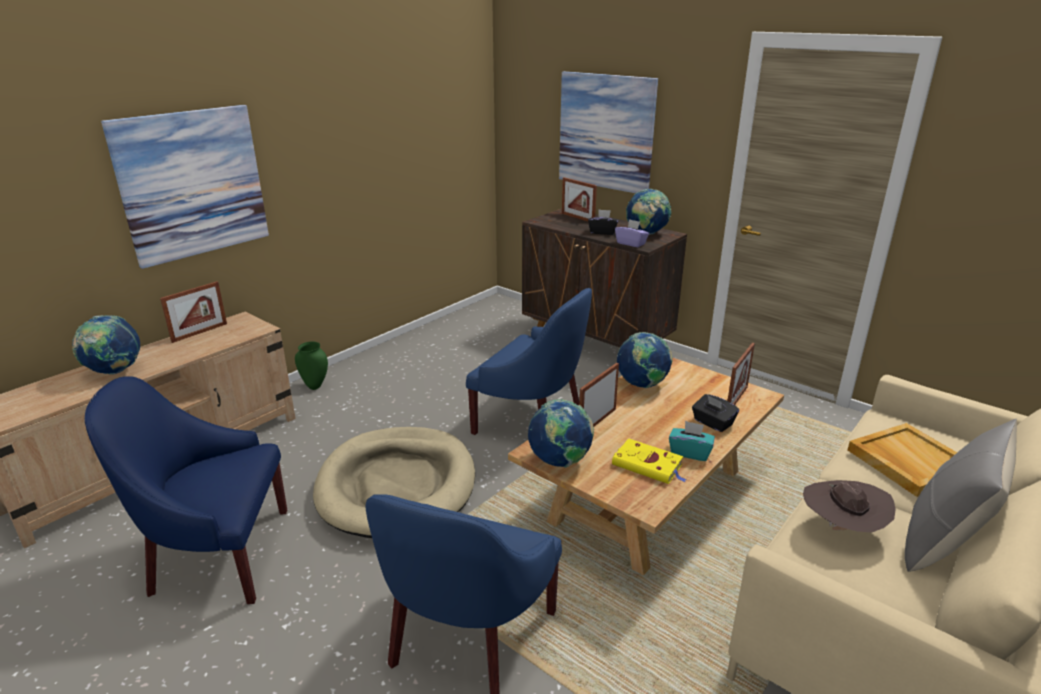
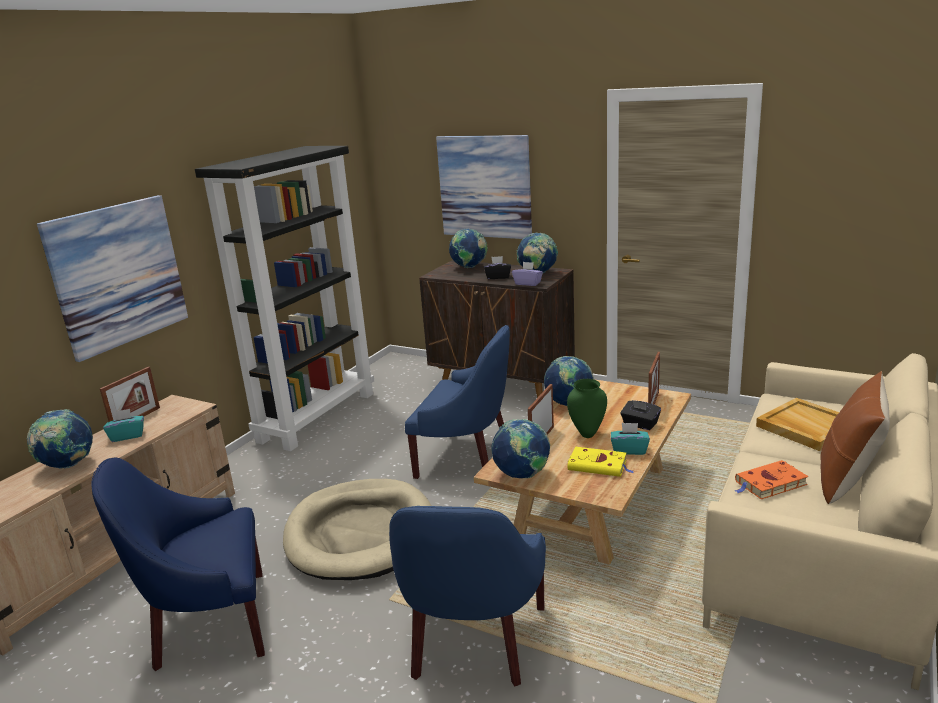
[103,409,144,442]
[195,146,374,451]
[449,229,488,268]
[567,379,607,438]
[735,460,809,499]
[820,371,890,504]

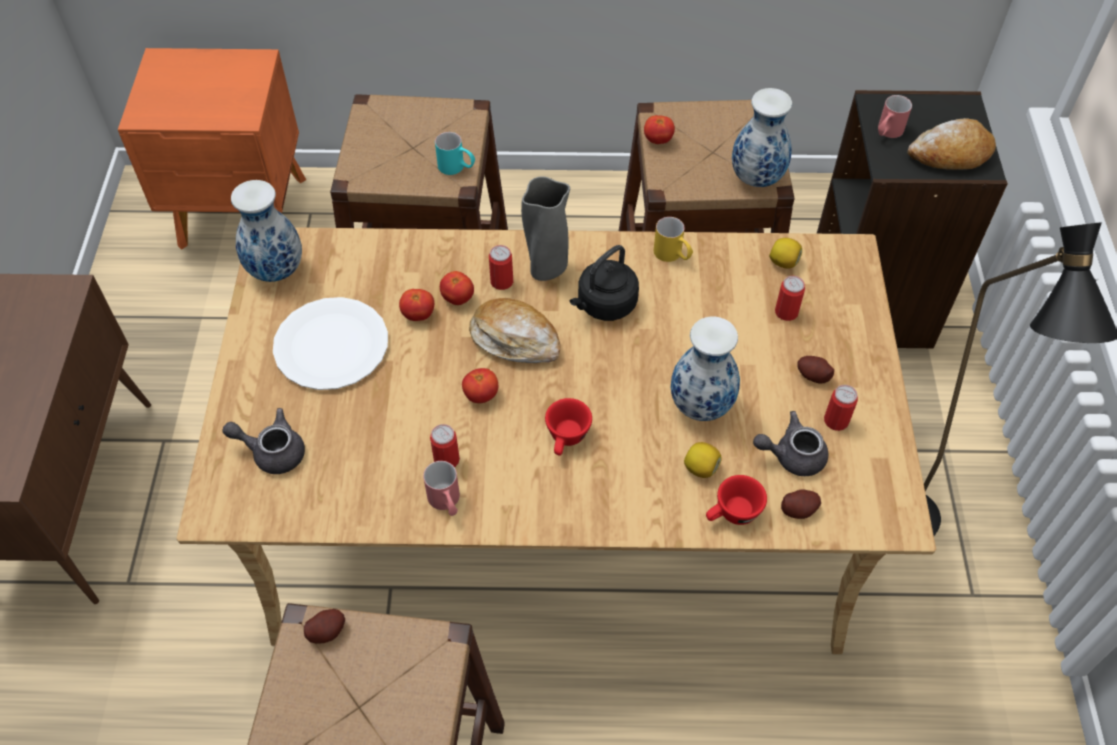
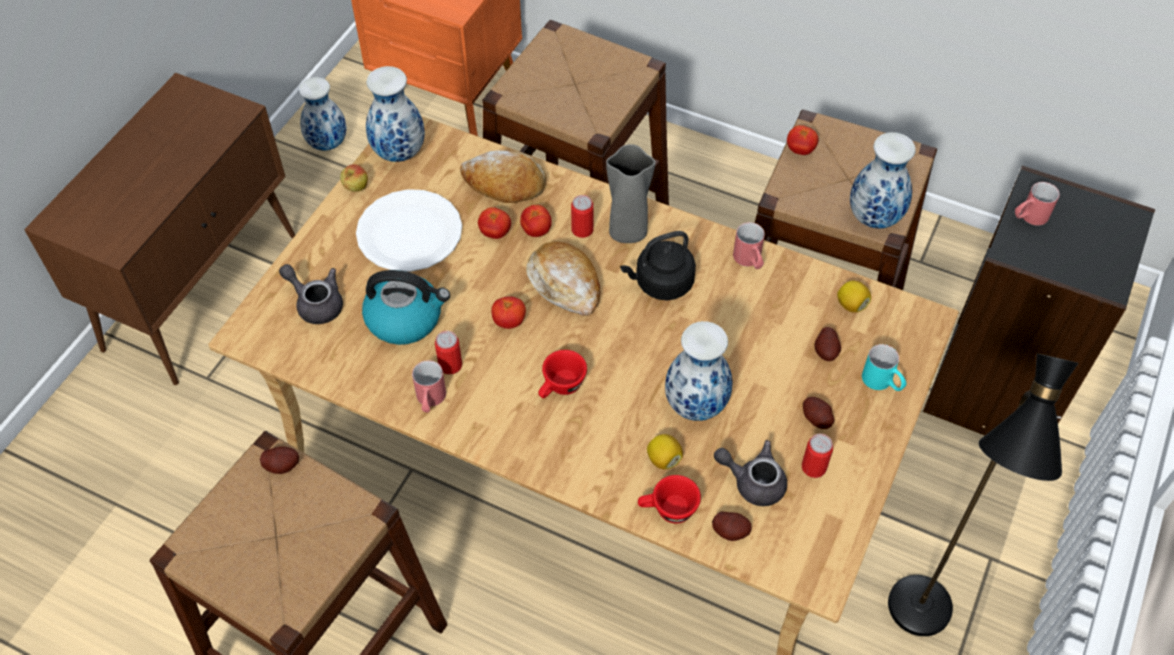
[299,77,347,151]
[340,164,368,192]
[362,270,450,345]
[460,150,546,203]
[733,222,765,269]
[814,327,841,361]
[862,344,907,391]

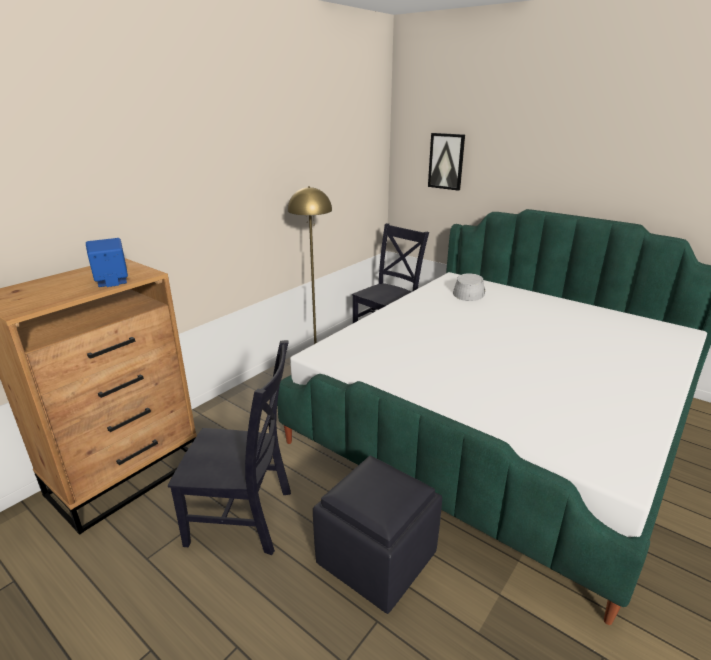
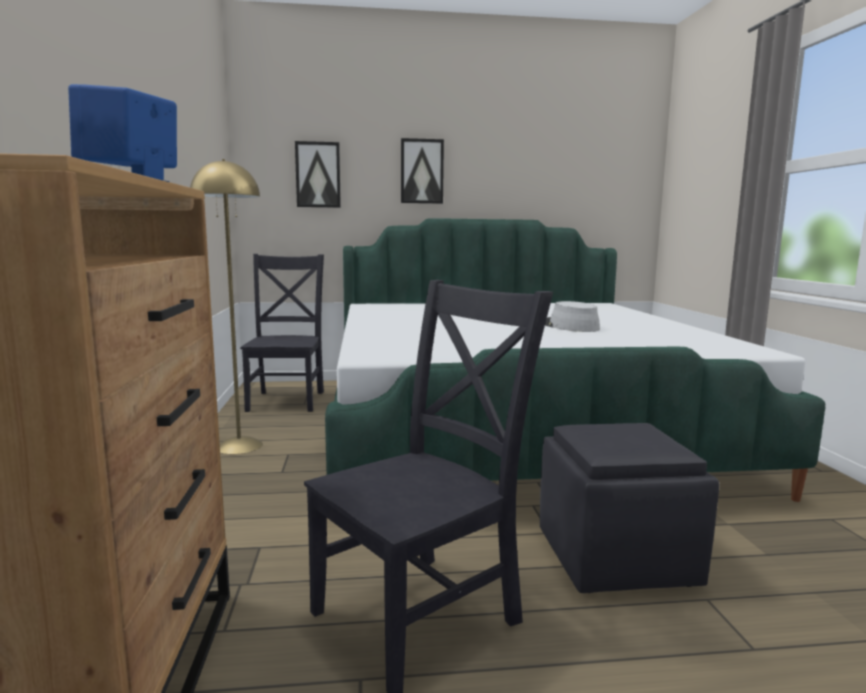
[401,138,444,204]
[545,301,600,332]

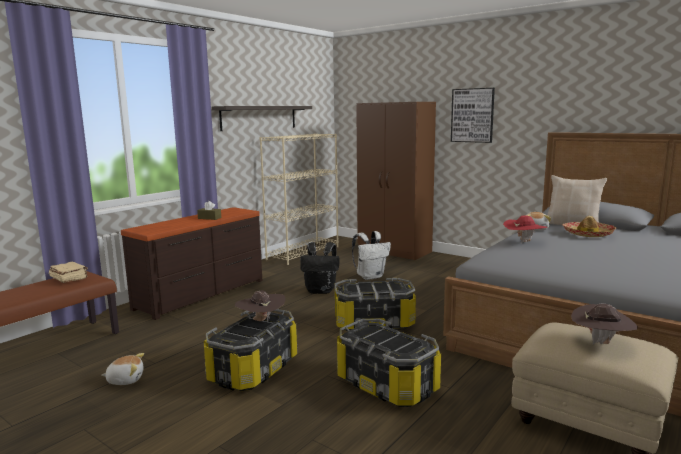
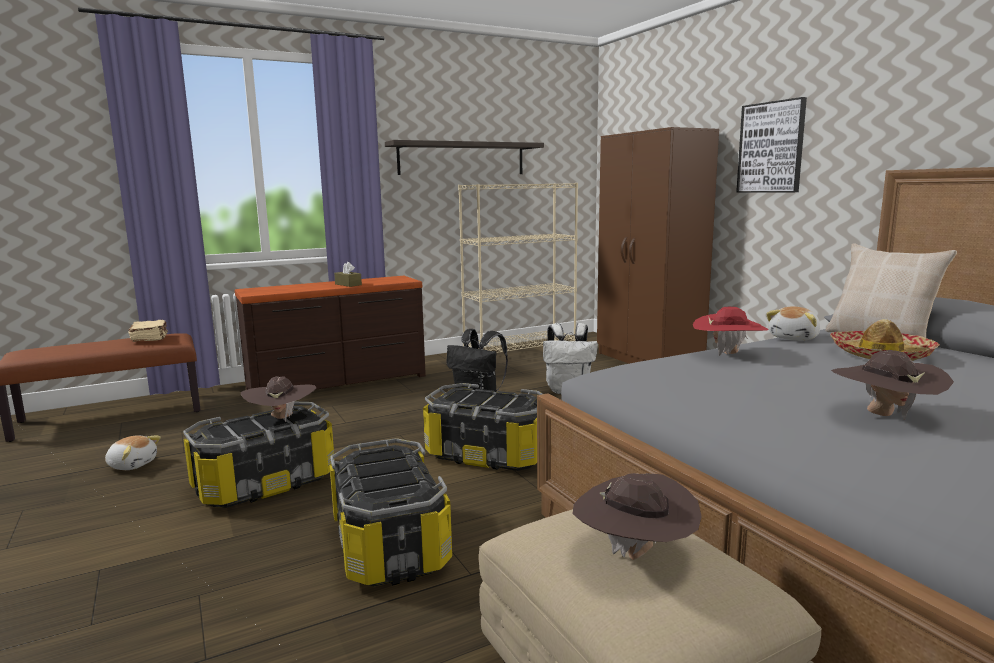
[831,350,954,420]

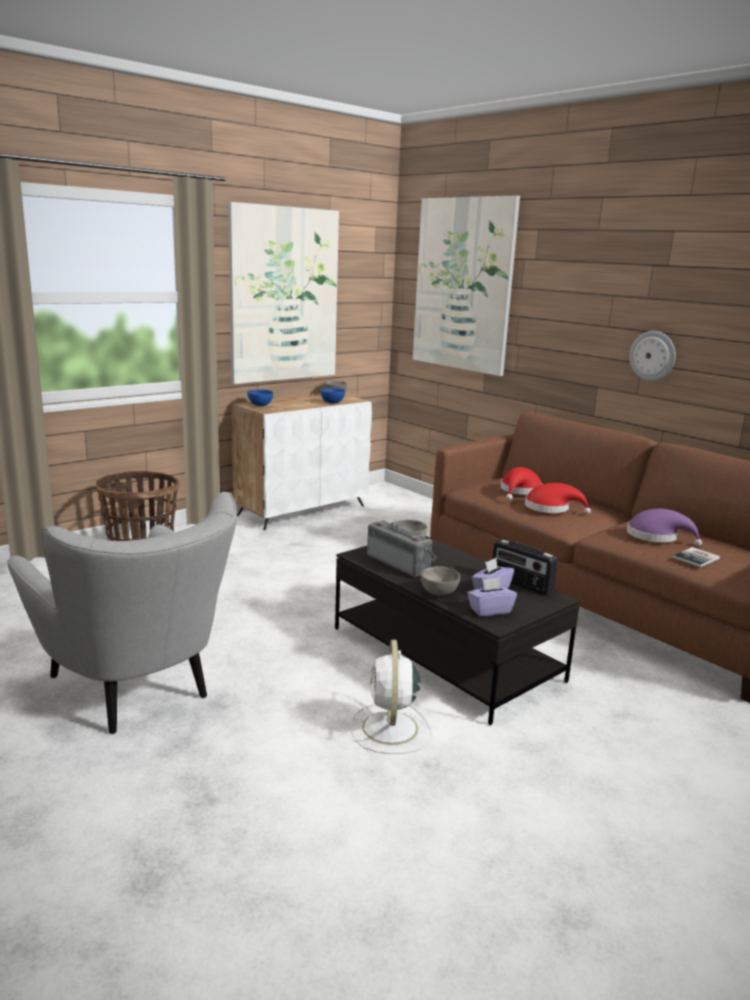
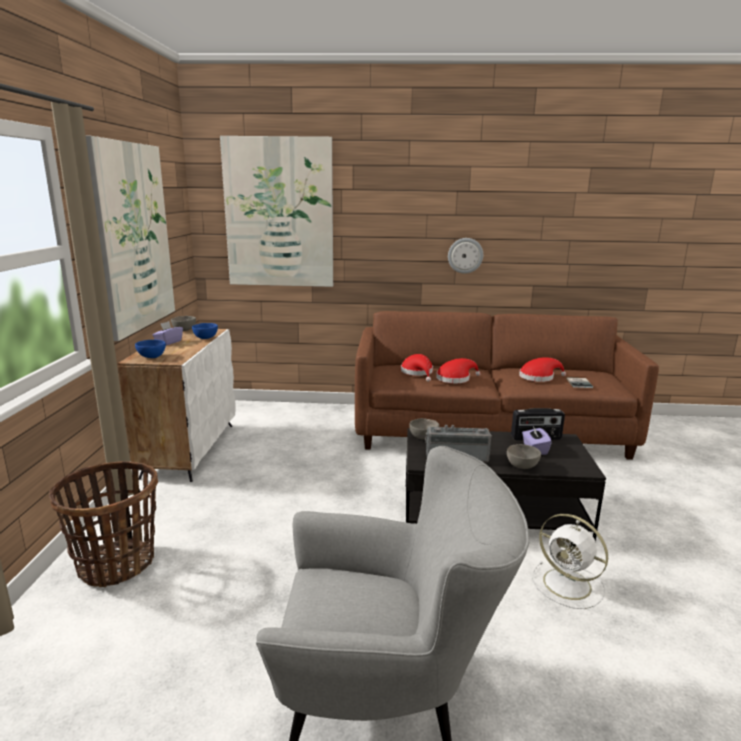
[152,321,183,345]
[519,357,566,382]

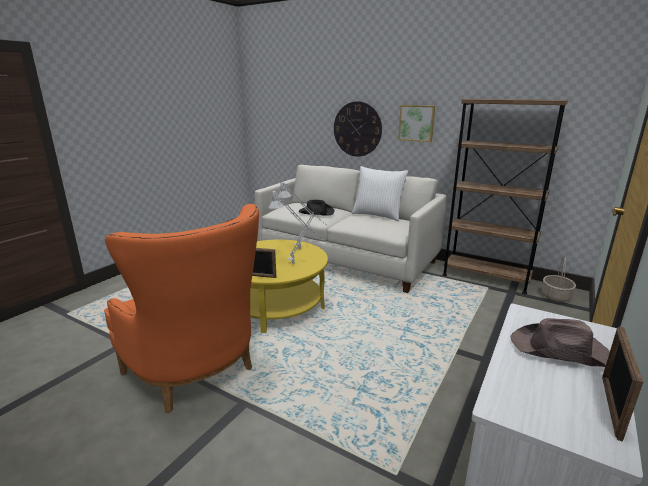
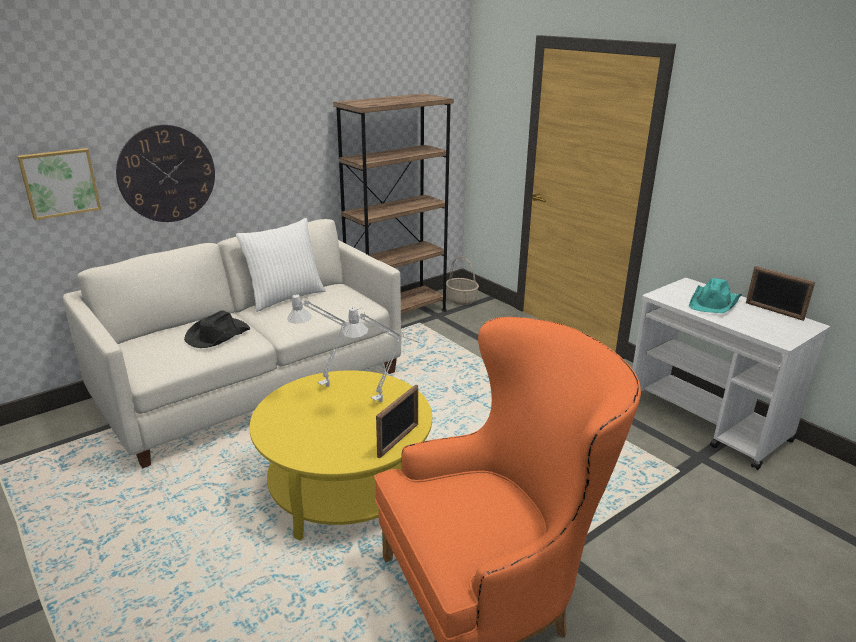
[17,148,101,220]
[689,278,742,313]

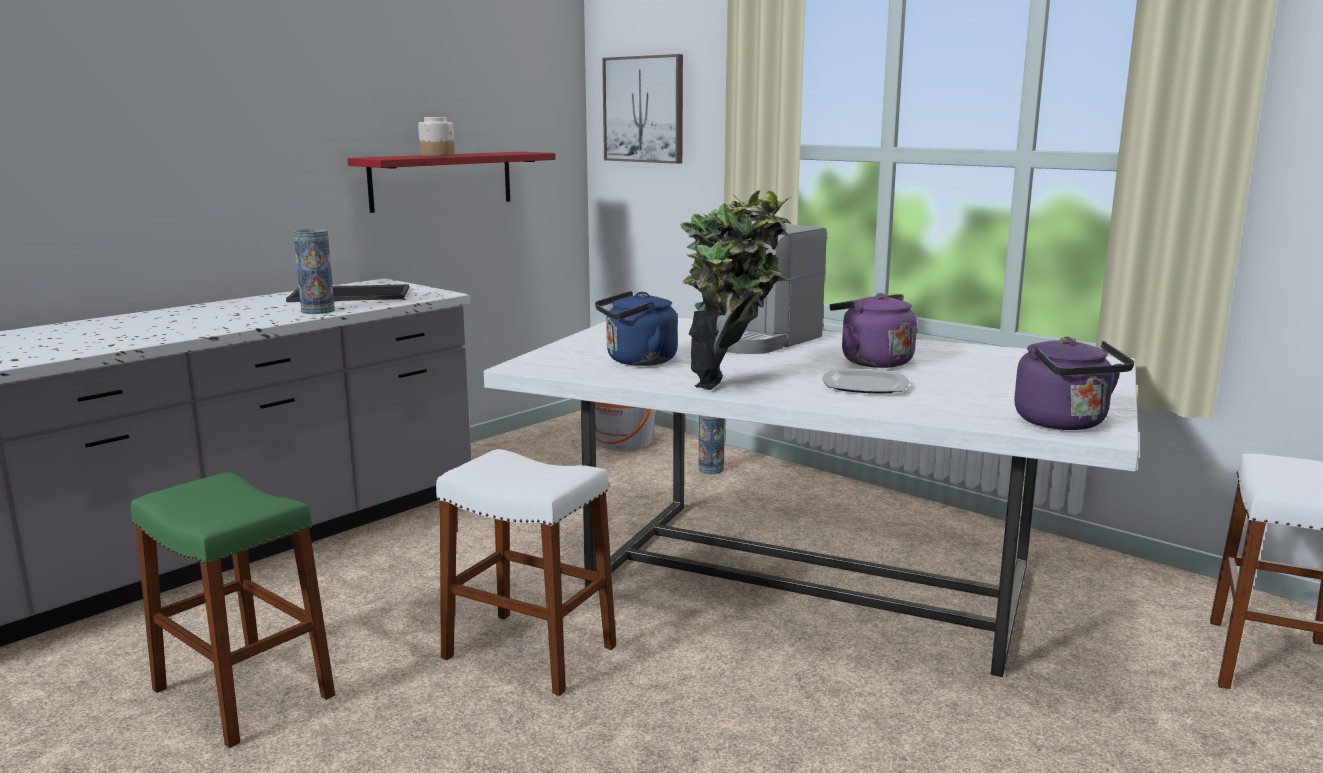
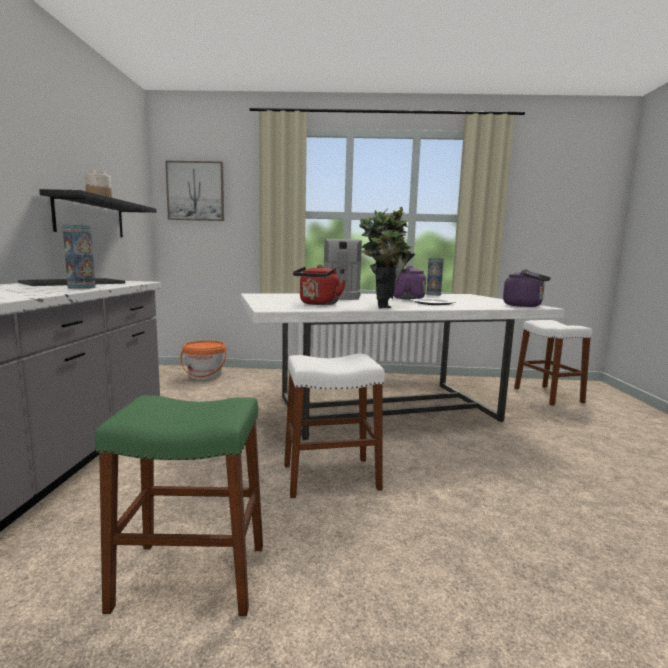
[39,189,157,238]
[293,265,346,305]
[426,258,444,296]

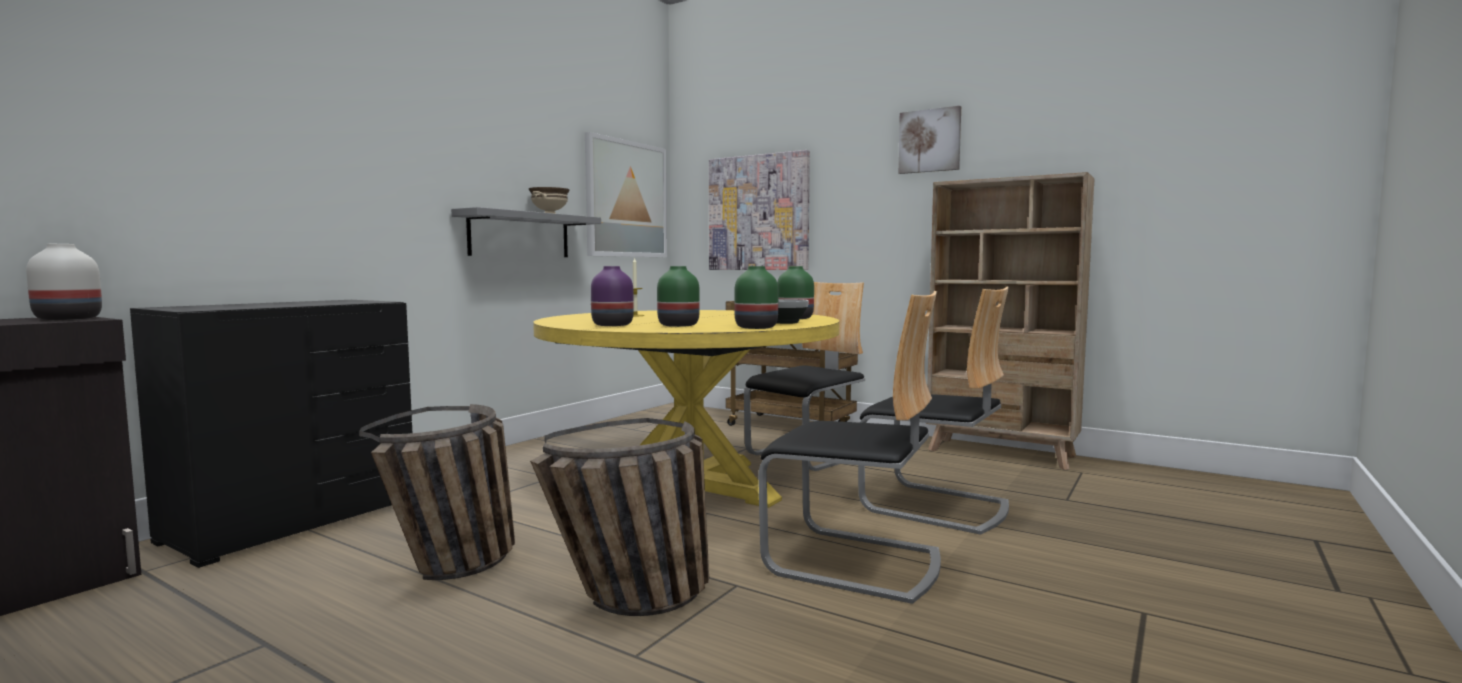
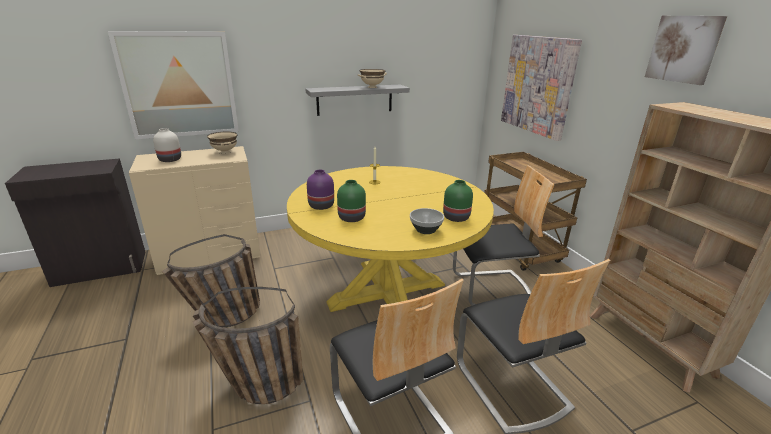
[108,31,239,139]
[129,146,260,275]
[153,128,181,162]
[207,132,237,154]
[734,266,778,329] (first image)

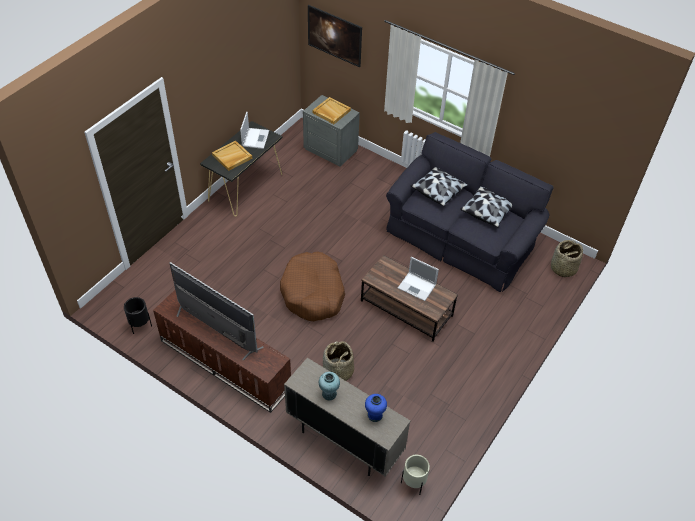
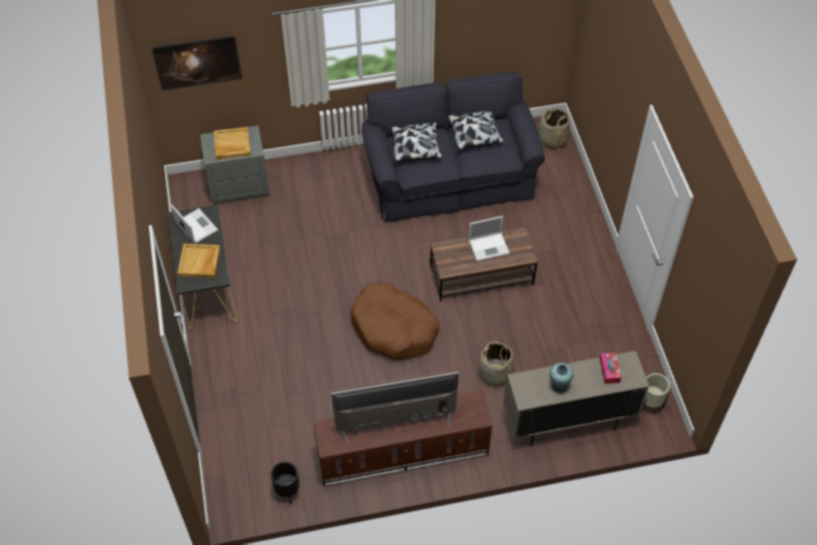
[599,352,621,384]

